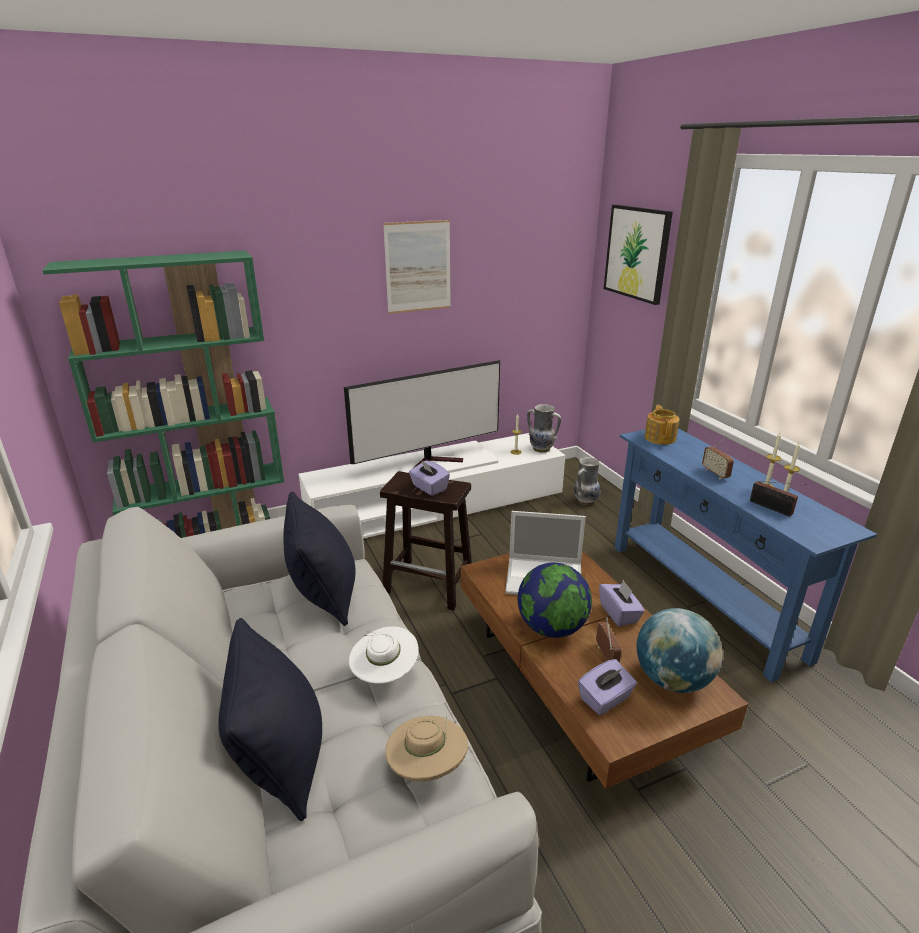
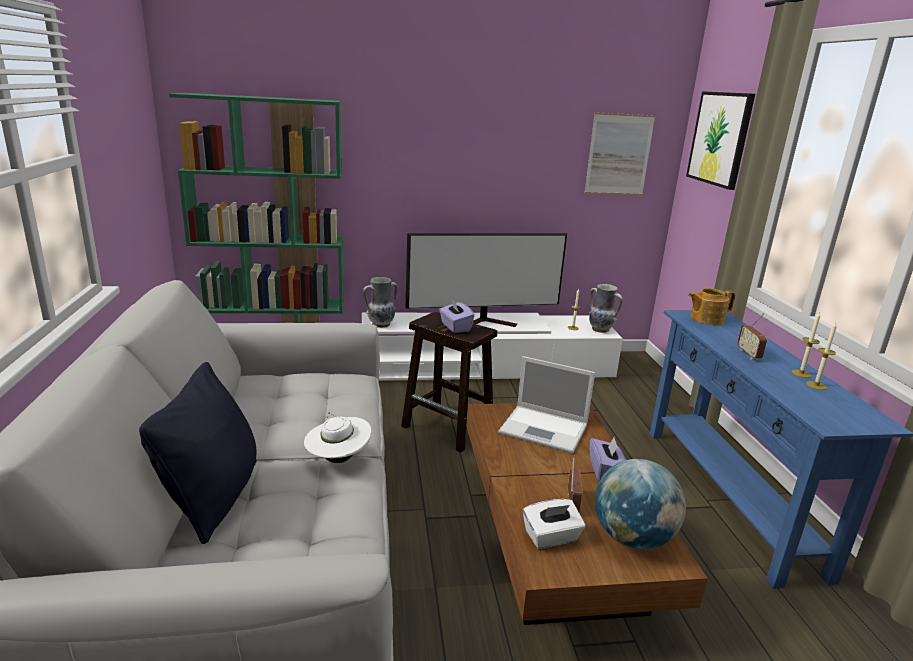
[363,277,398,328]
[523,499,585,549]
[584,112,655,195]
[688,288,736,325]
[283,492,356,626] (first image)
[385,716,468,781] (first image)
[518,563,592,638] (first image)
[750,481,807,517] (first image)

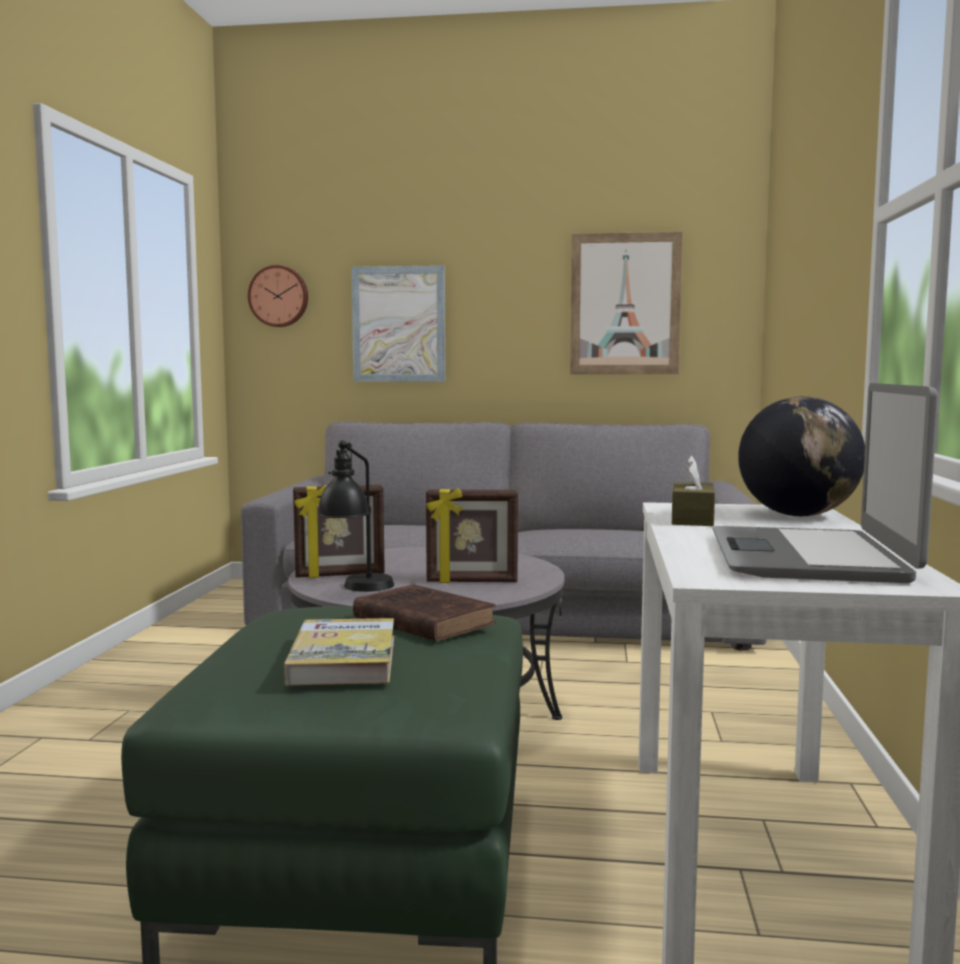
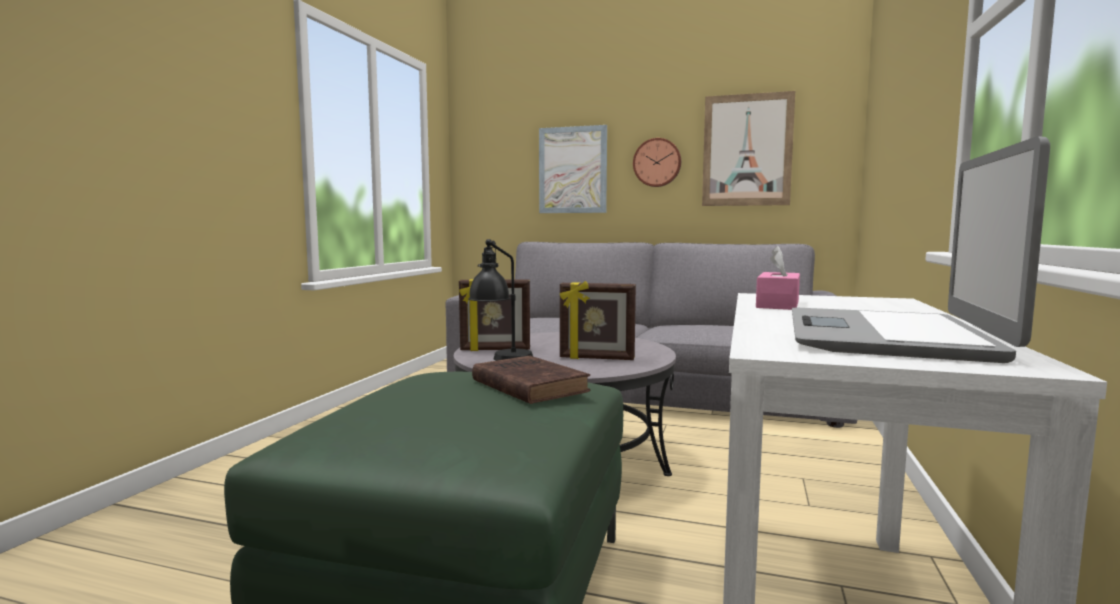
[633,138,681,187]
[756,246,800,310]
[284,618,394,685] (first image)
[738,396,865,516] (first image)

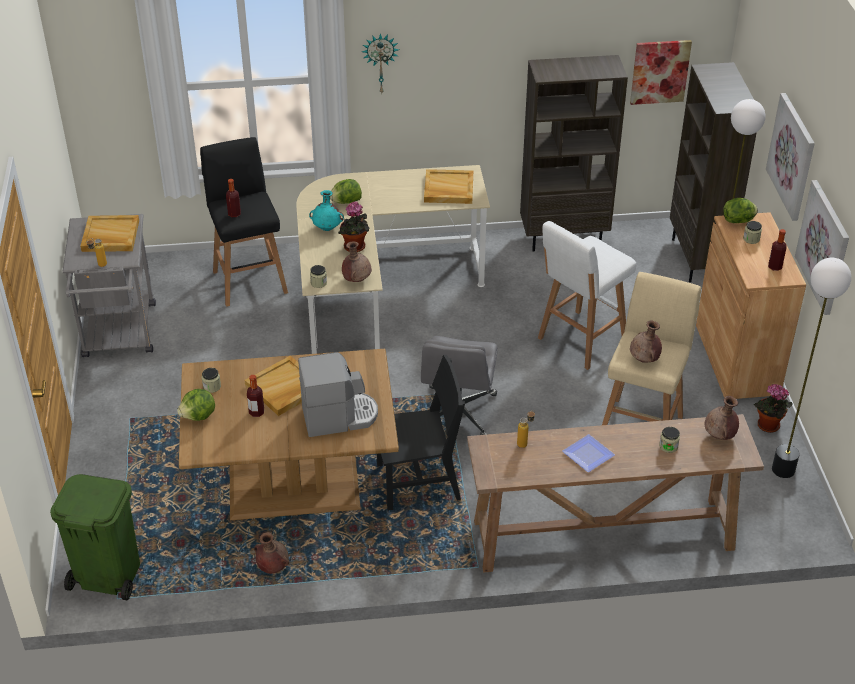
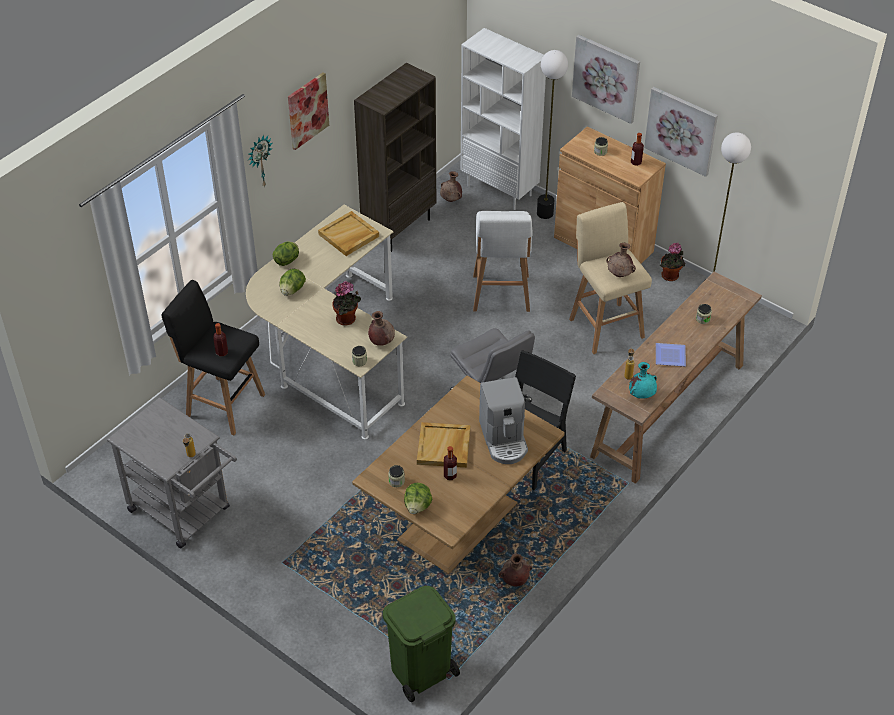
[273,242,299,266]
[288,72,329,150]
[440,171,462,202]
[461,28,546,210]
[479,377,528,464]
[629,362,657,399]
[80,215,139,252] (first image)

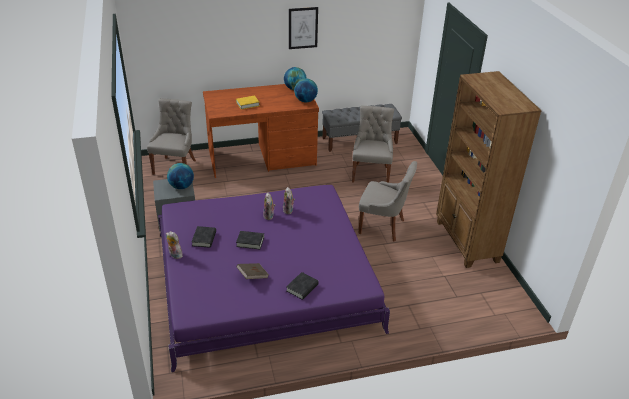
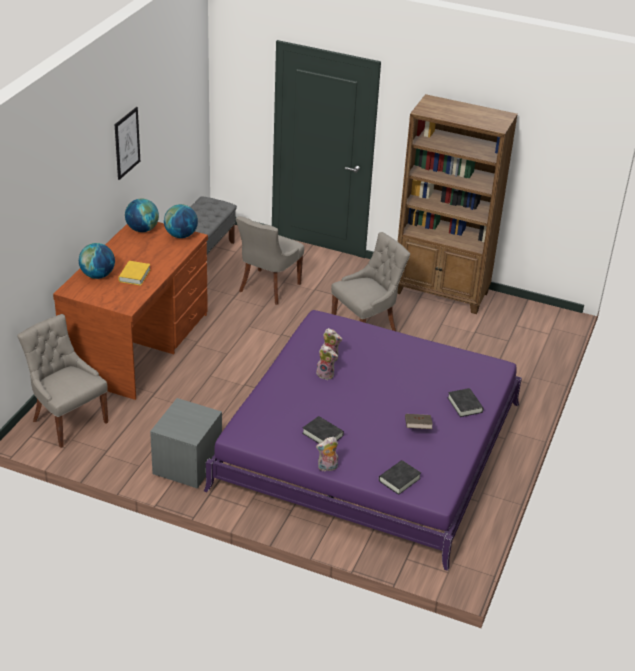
[79,243,115,279]
[236,216,304,305]
[379,460,421,495]

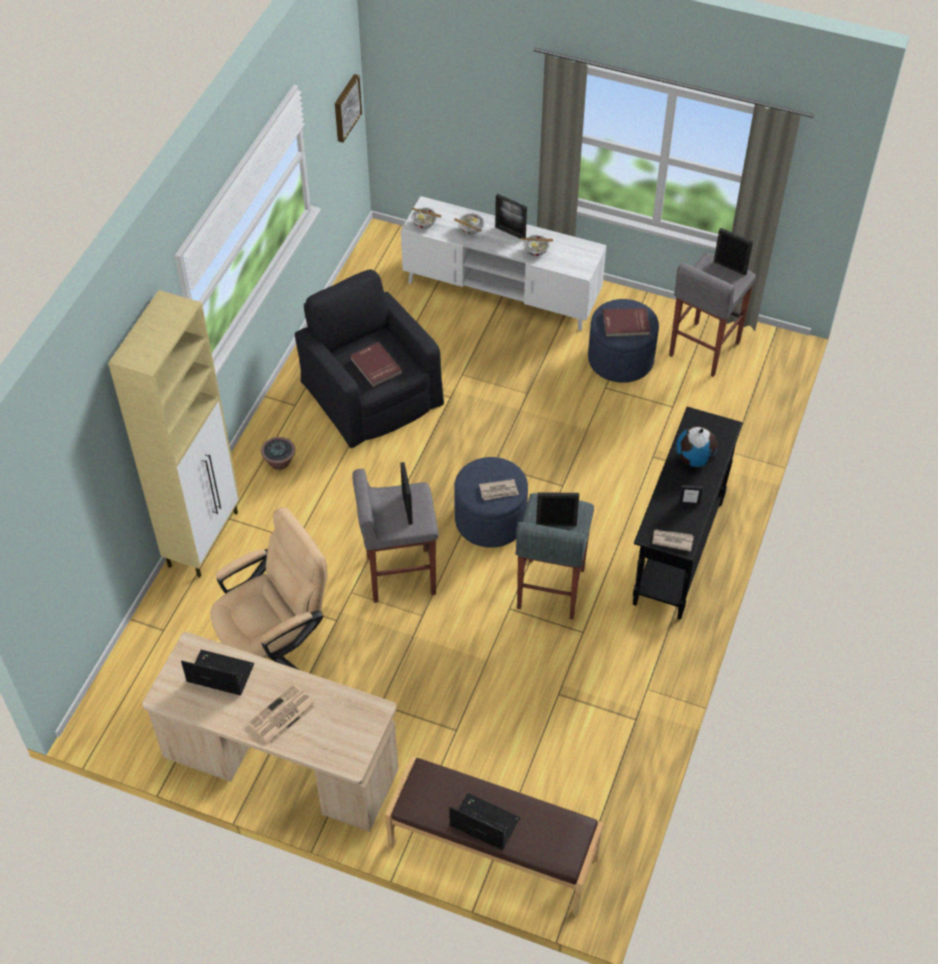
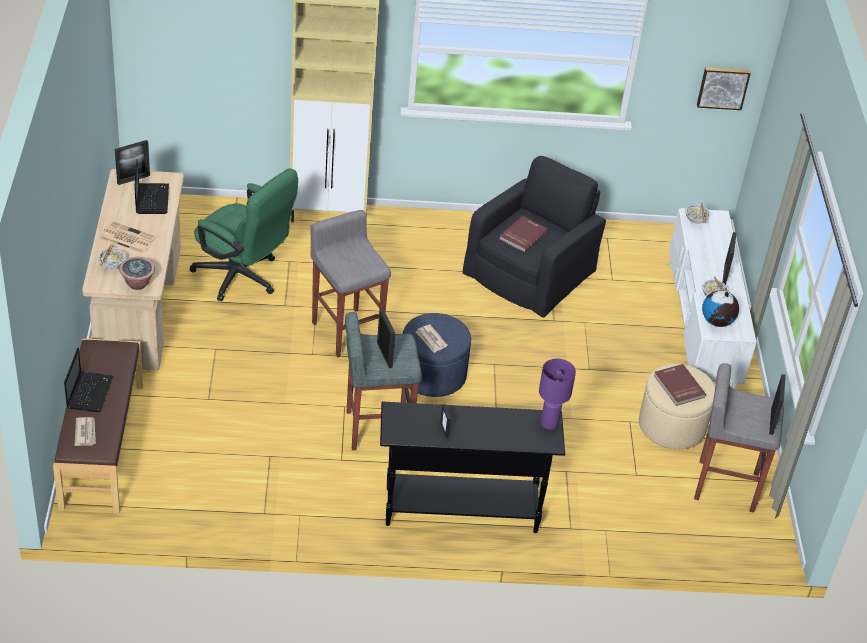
[75,417,96,446]
[98,244,127,269]
[115,140,150,185]
[119,257,155,290]
[190,168,298,301]
[539,358,576,430]
[639,363,715,449]
[702,290,739,327]

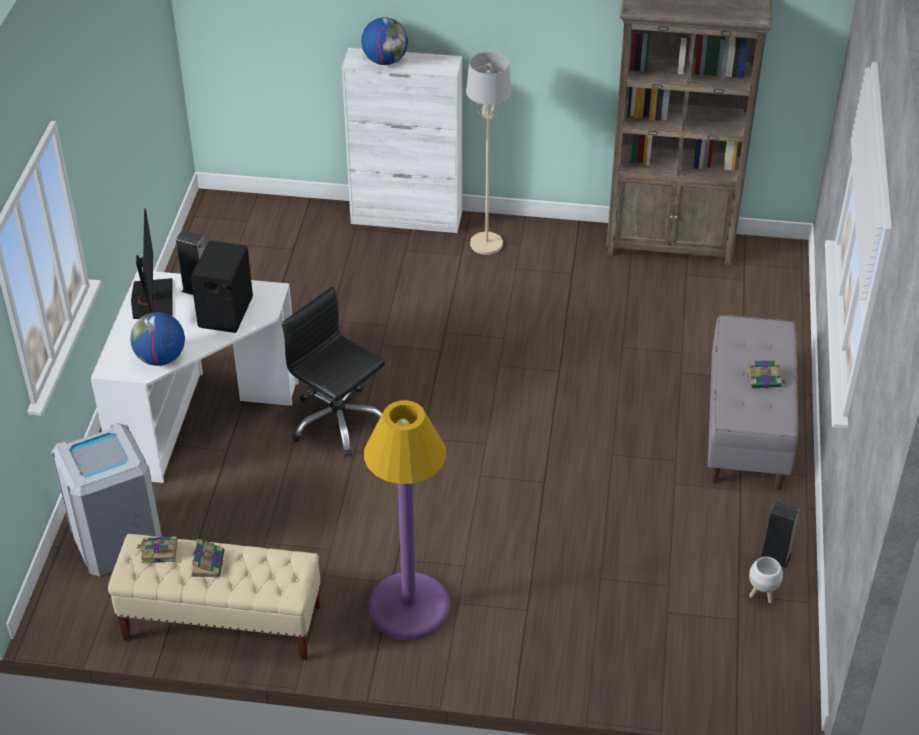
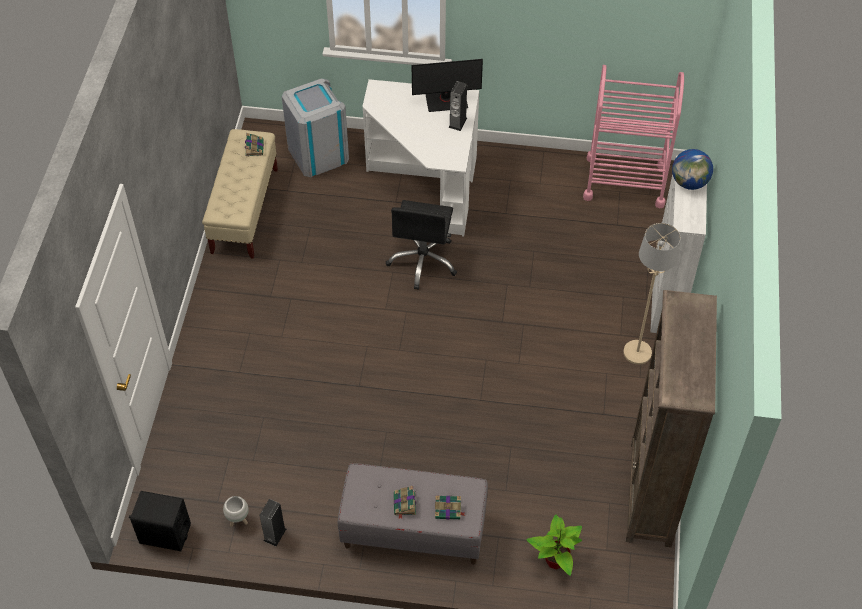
[129,491,191,551]
[386,200,457,290]
[435,495,465,519]
[527,514,582,576]
[583,65,684,208]
[130,312,185,366] (first image)
[364,400,450,640] (first image)

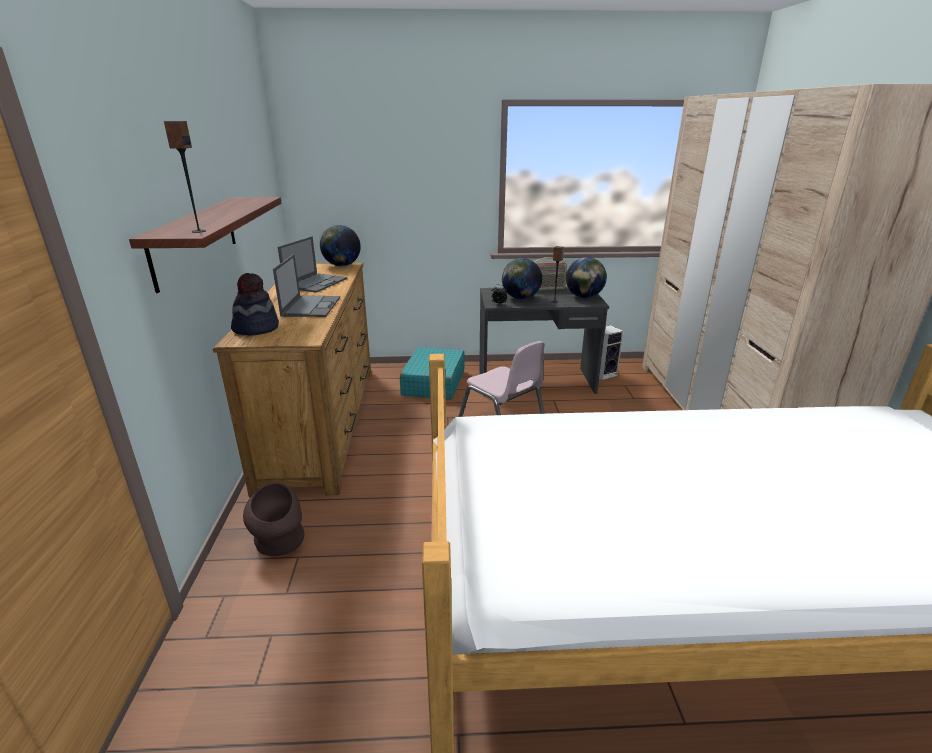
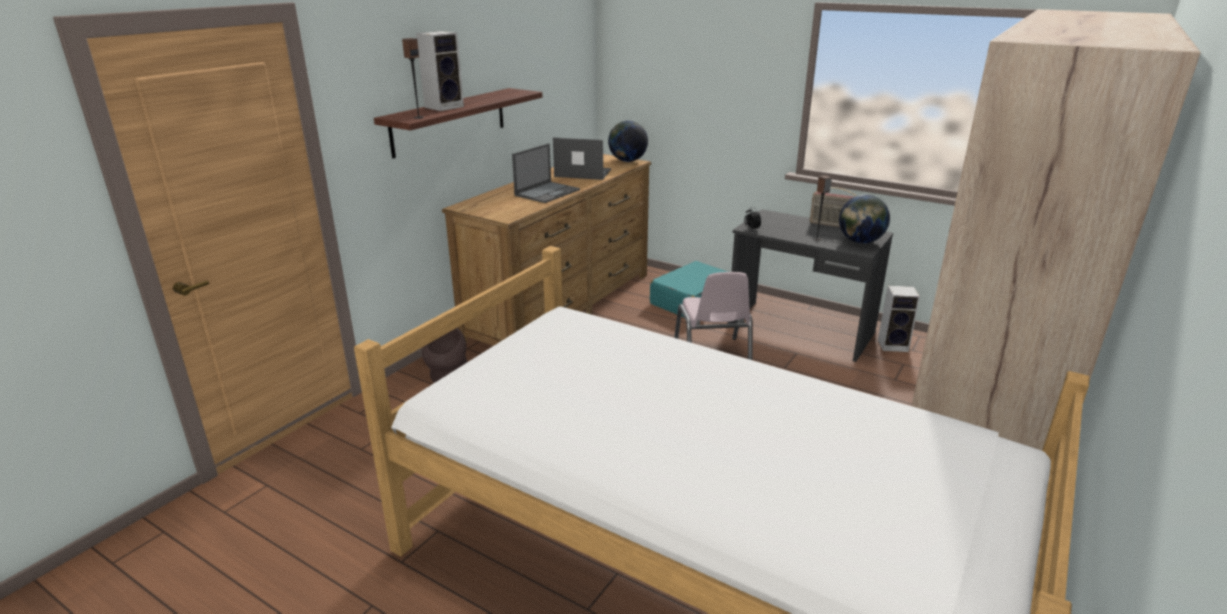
[416,31,464,111]
[553,138,611,180]
[231,273,279,335] (first image)
[502,258,542,300] (first image)

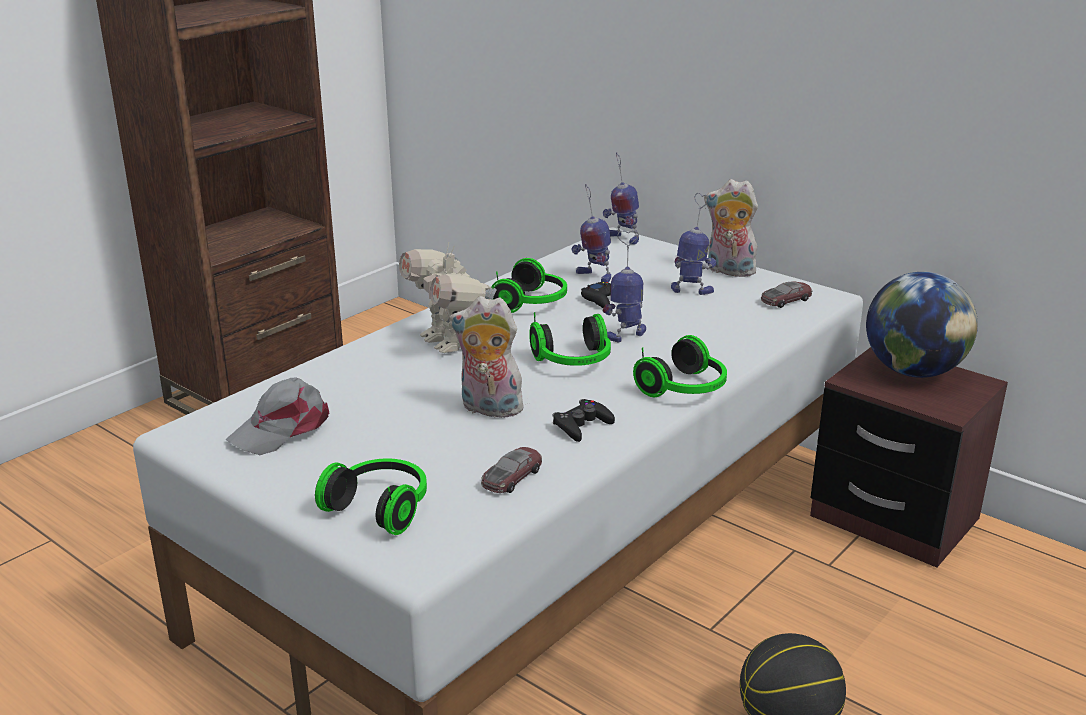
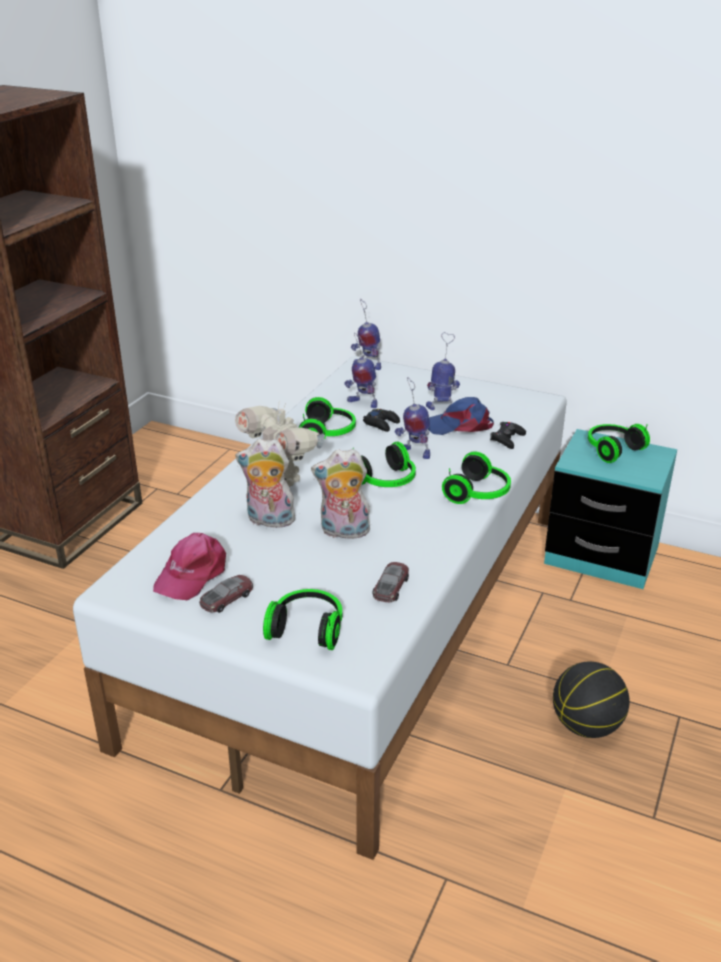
[153,533,226,600]
[199,575,253,613]
[235,439,295,528]
[395,377,430,459]
[428,397,494,435]
[490,422,526,449]
[544,429,677,589]
[588,424,650,463]

